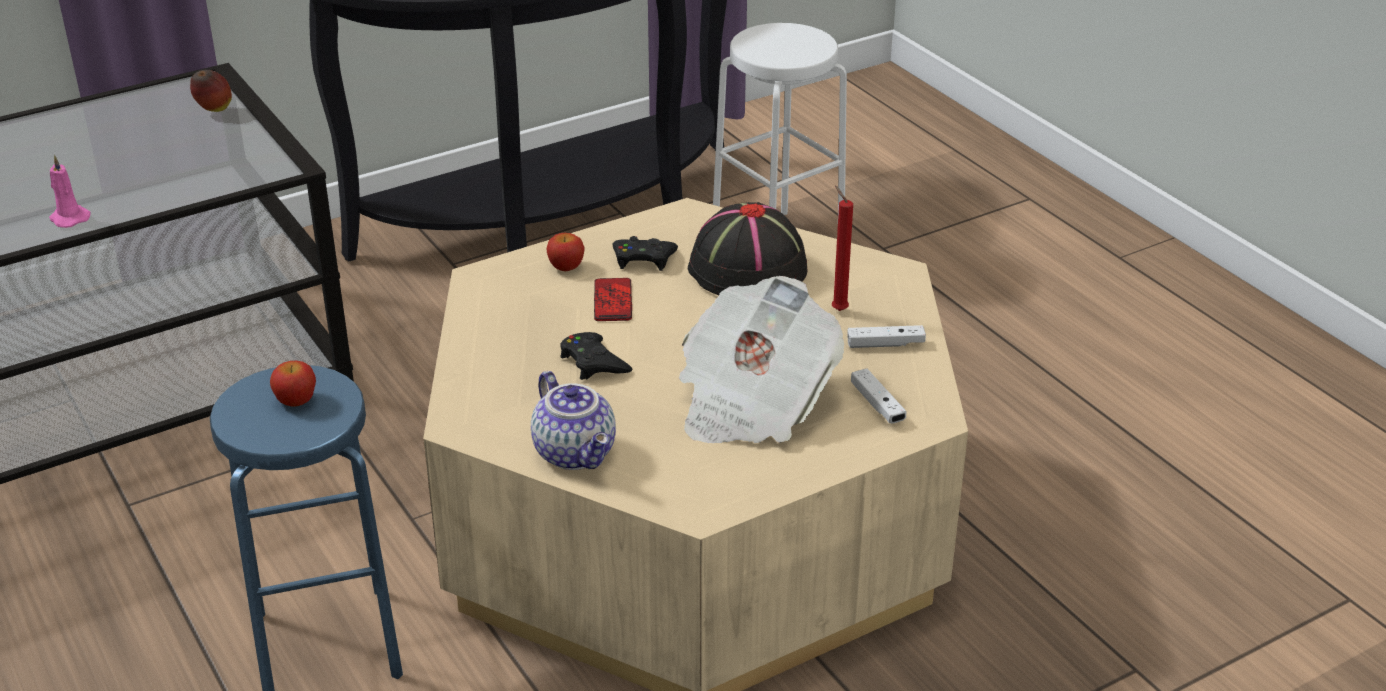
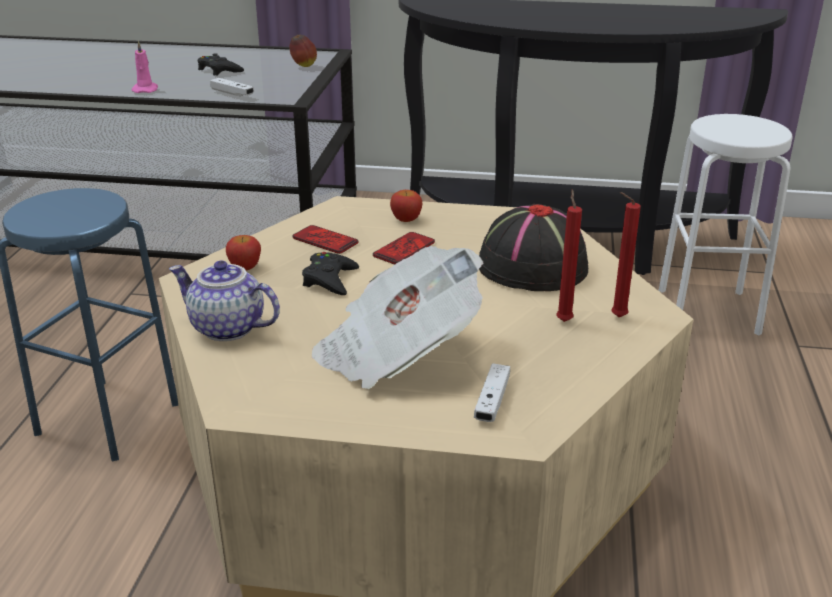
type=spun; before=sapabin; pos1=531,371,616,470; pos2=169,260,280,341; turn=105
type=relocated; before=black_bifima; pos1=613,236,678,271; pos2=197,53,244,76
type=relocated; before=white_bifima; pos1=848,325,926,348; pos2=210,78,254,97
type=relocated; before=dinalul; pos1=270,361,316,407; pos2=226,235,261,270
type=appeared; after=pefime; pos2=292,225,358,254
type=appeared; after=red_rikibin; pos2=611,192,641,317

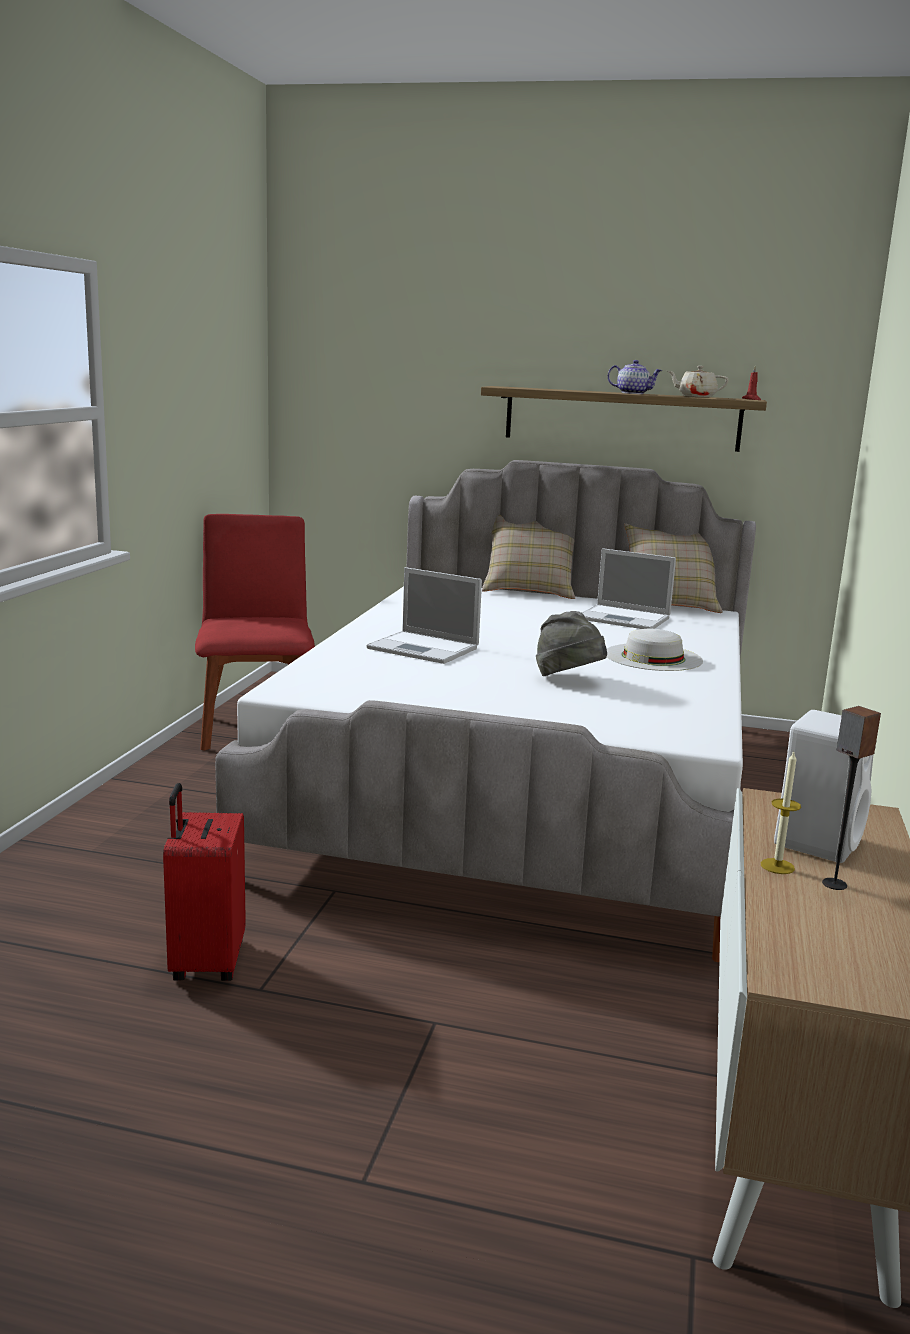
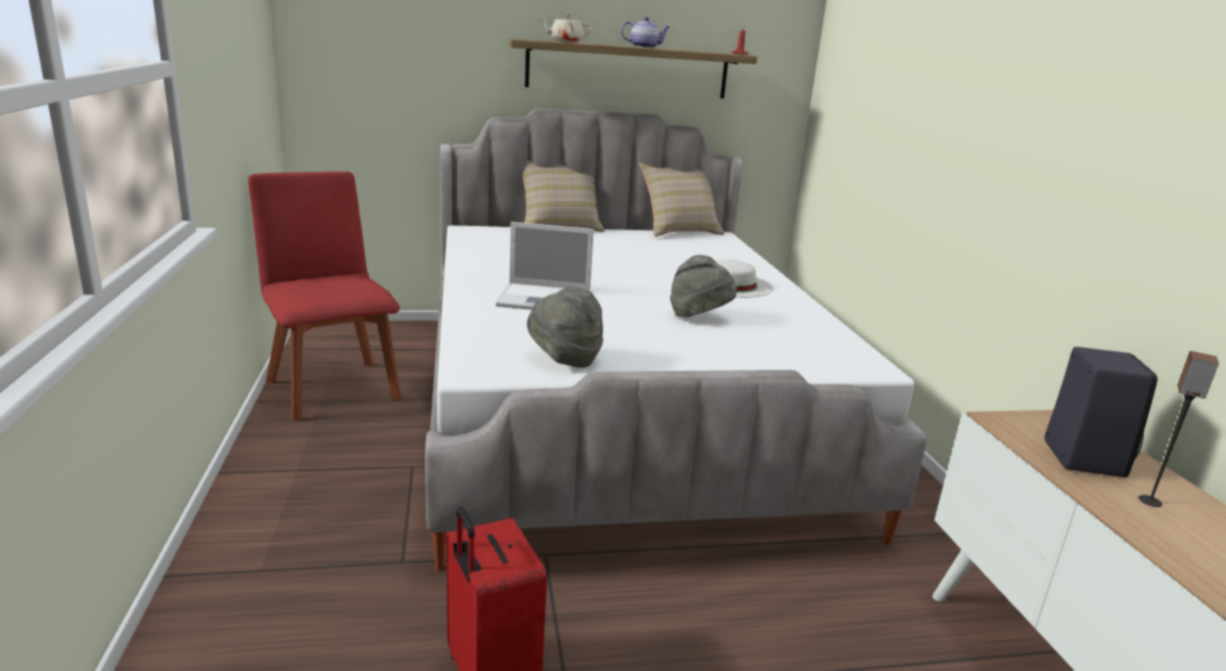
type=appeared; after=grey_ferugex; pos2=527,287,603,368
type=relocated; before=beige_sapabin; pos1=667,366,729,397; pos2=540,14,592,43
type=colour; before=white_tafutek; after=black_tafutek; pos1=774,710,873,863; pos2=1044,347,1158,477
type=missing; before=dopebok; pos1=582,548,676,629
type=missing; before=rikibin; pos1=761,752,801,874

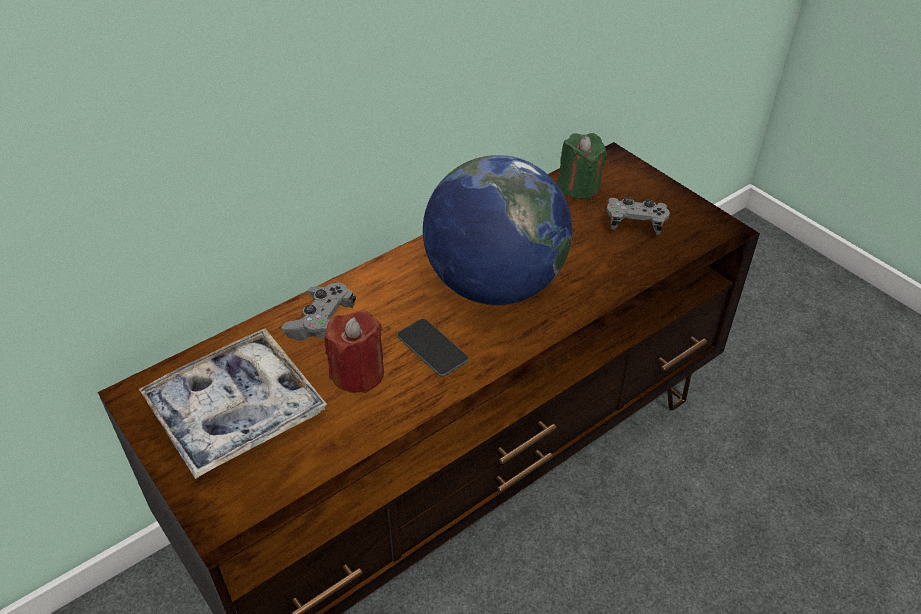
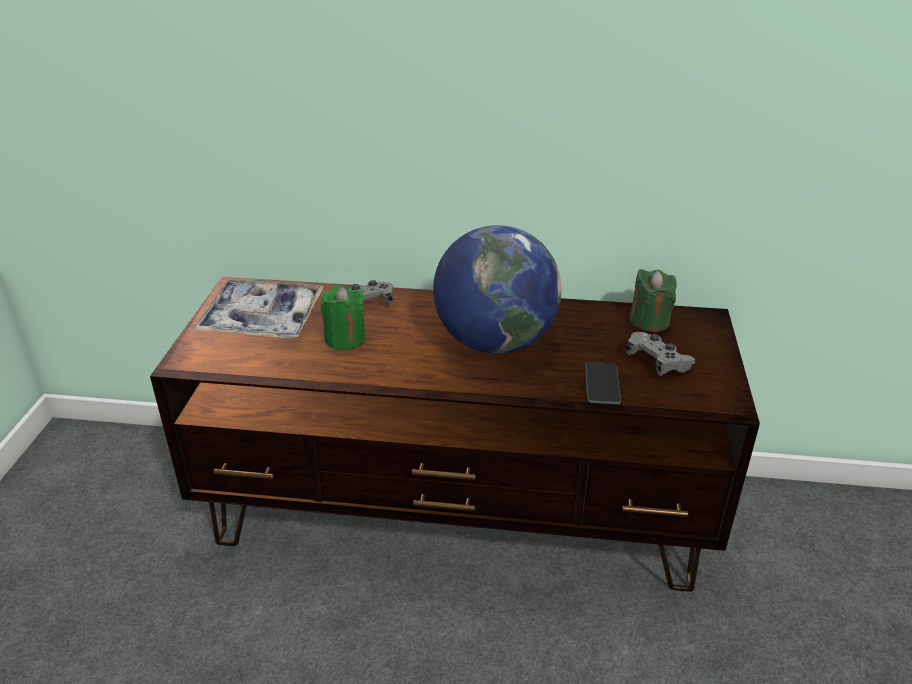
type=colour; before=red_rikibin; after=green_rikibin; pos1=324,310,384,393; pos2=321,285,365,350
type=relocated; before=pefime; pos1=397,319,469,377; pos2=585,362,621,405

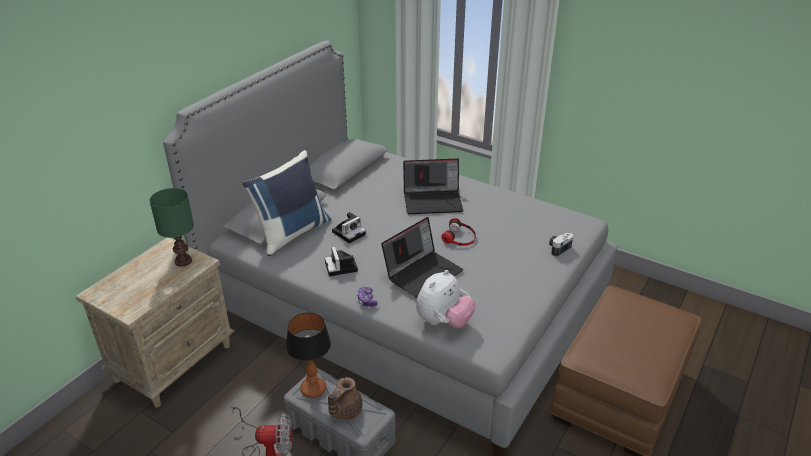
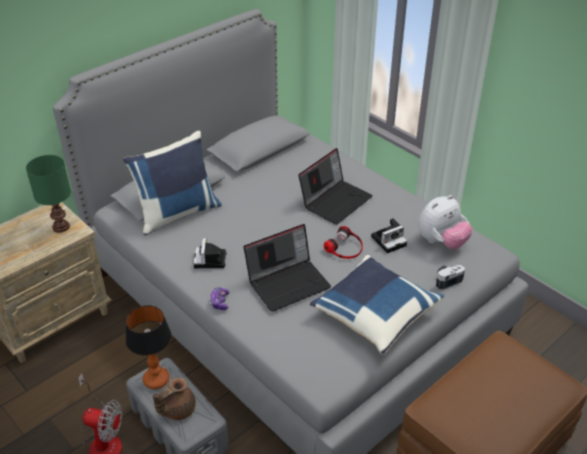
type=spun; before=dopebok; pos1=403,158,463,214; pos2=298,148,373,225; turn=-60
type=appeared; after=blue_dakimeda; pos2=310,255,444,355
type=relocated; before=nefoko; pos1=332,212,366,244; pos2=371,218,407,253
type=relocated; before=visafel; pos1=416,270,475,328; pos2=418,195,473,249

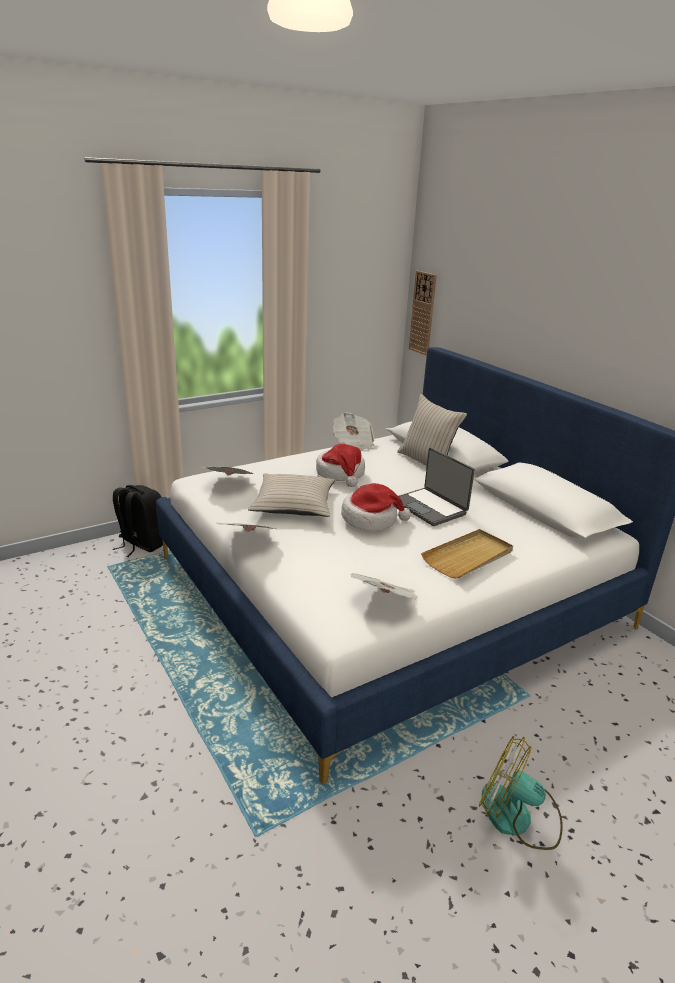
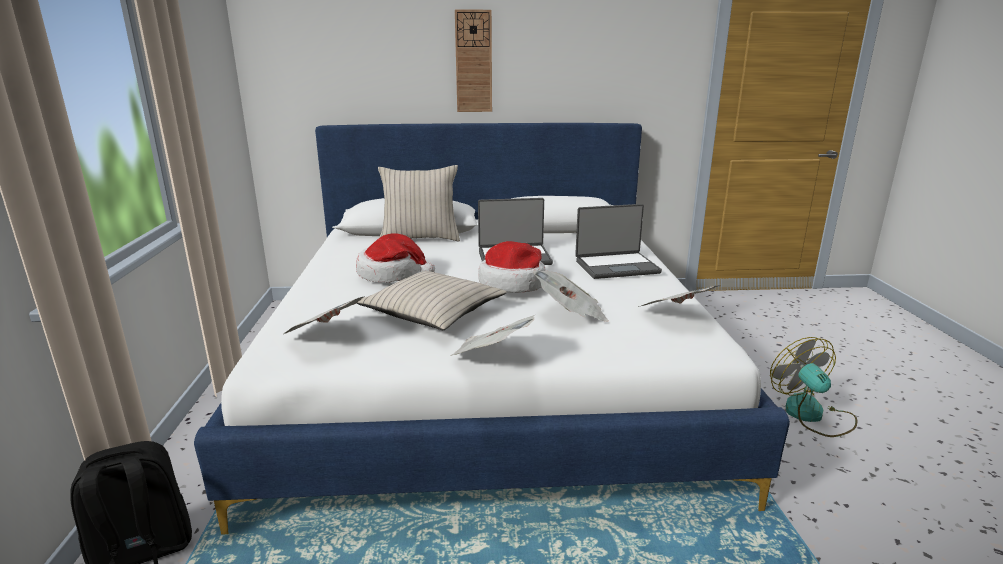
type=relocated; before=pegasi; pos1=409,271,437,356; pos2=455,10,492,112
type=relocated; before=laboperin; pos1=333,412,374,451; pos2=533,270,608,322
type=exchanged; before=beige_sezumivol; after=dopebok; pos1=421,529,513,578; pos2=575,204,662,279
type=spun; before=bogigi; pos1=479,736,563,850; pos2=770,337,857,437; turn=105

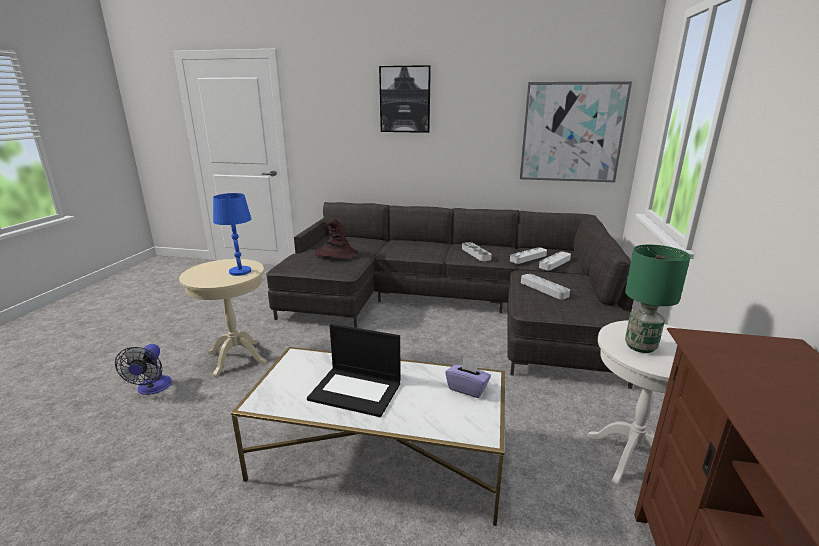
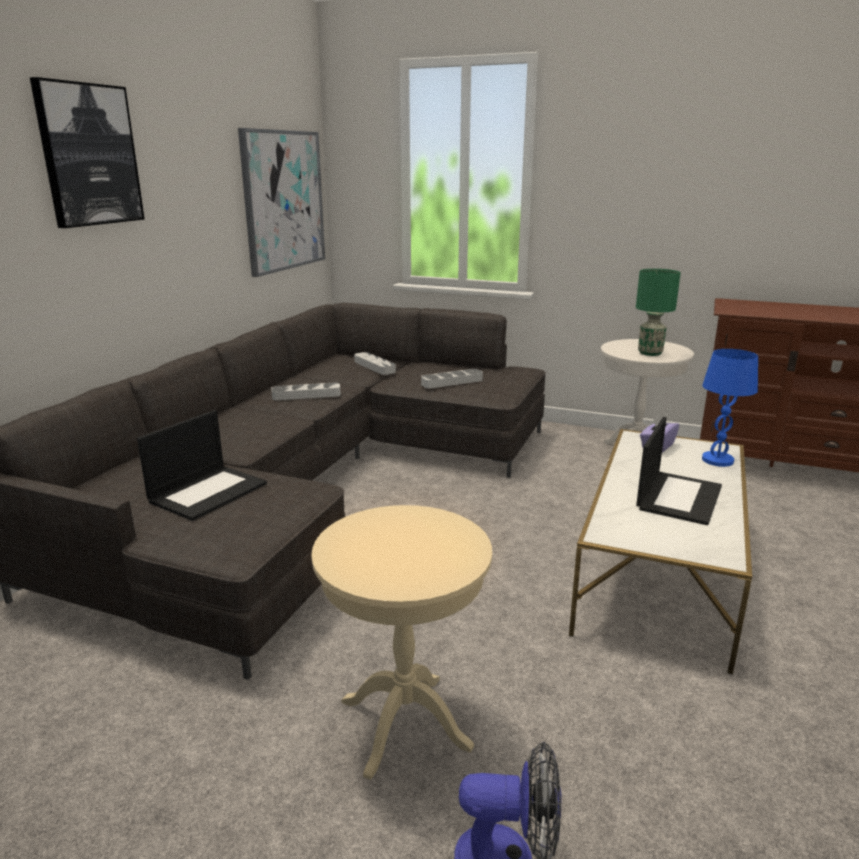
type=exchanged; before=brown_ferugex; after=dopebok; pos1=314,219,358,259; pos2=137,410,267,521
type=relocated; before=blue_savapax; pos1=213,193,251,276; pos2=702,349,758,467
type=missing; before=grey_sezumivol; pos1=510,247,547,264

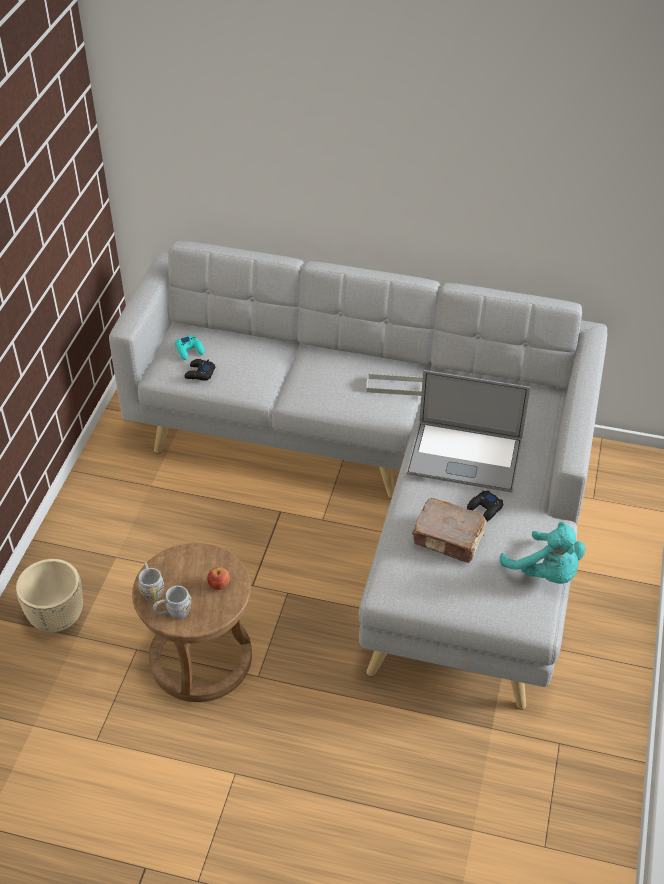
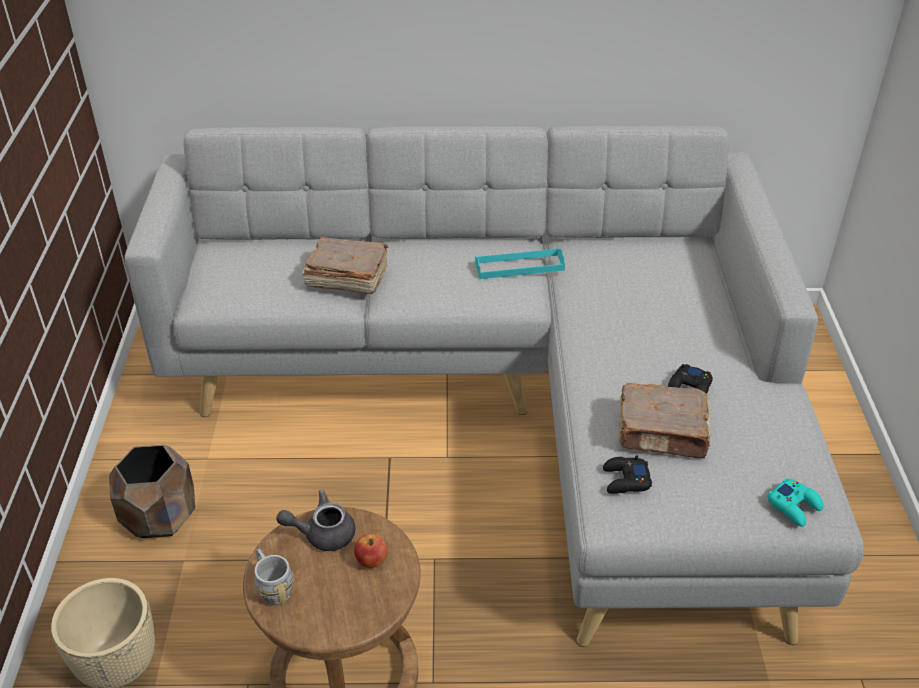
type=appeared; after=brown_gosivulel; pos2=109,445,195,538
type=appeared; after=grey_sapabin; pos2=276,490,356,551
type=appeared; after=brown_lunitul; pos2=302,237,388,294
type=colour; before=grey_sezumivol; after=turquoise_sezumivol; pos1=366,373,423,396; pos2=475,248,565,279
type=relocated; before=black_bifima; pos1=184,359,216,381; pos2=603,455,652,494
type=relocated; before=turquoise_bifima; pos1=175,335,204,360; pos2=767,478,824,527
type=missing; before=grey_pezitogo; pos1=153,586,191,619
type=missing; before=dopebok; pos1=407,370,530,493
type=missing; before=turquoise_visafel; pos1=500,522,585,584

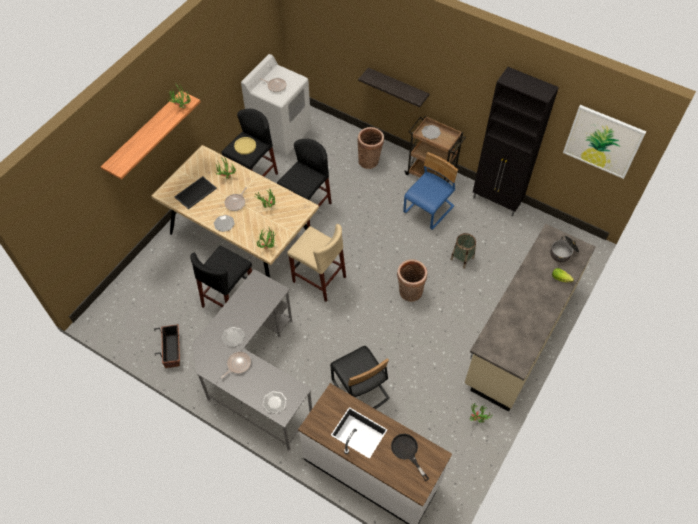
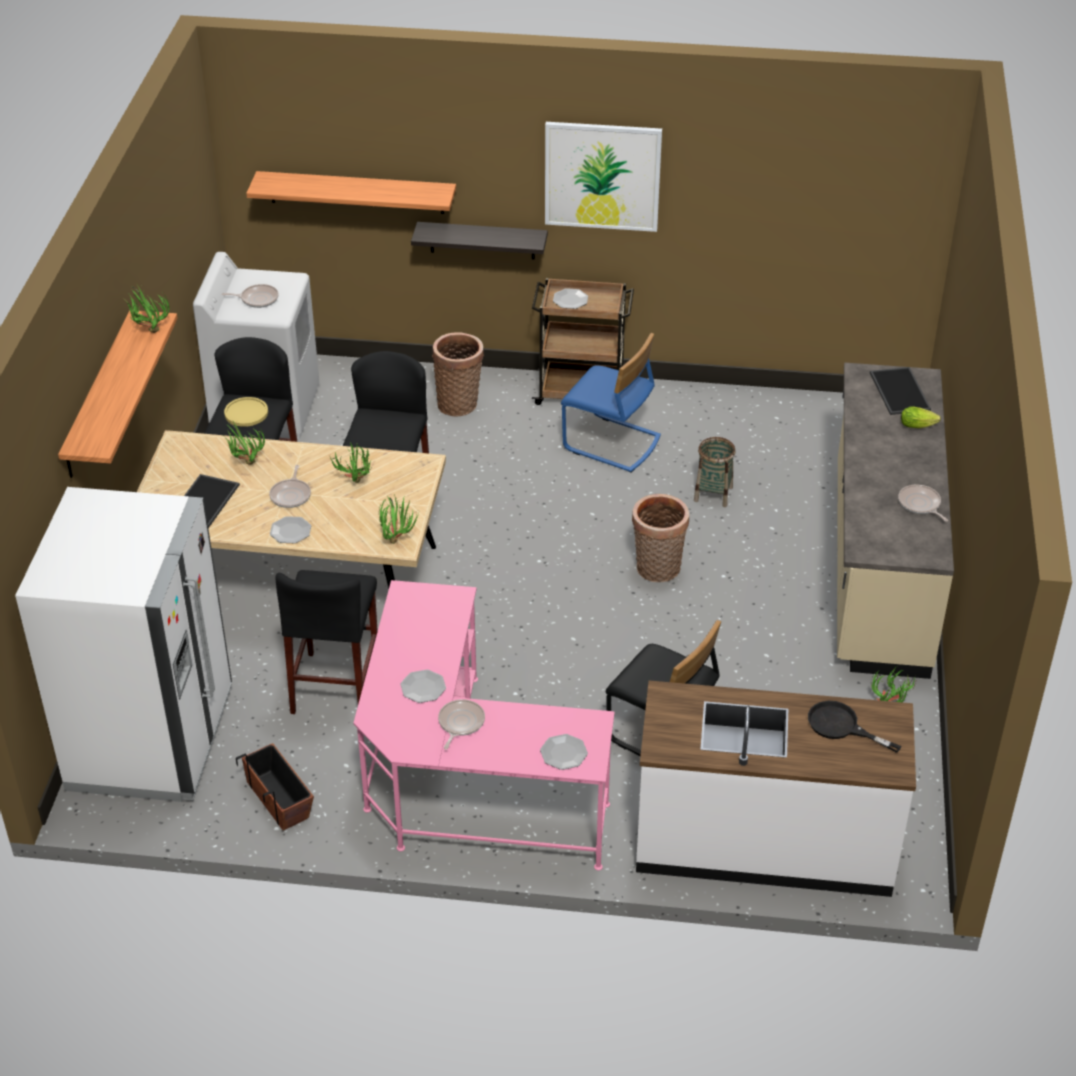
type=appeared; after=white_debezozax; pos2=15,487,232,802
type=appeared; after=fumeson; pos2=246,171,456,214
type=colour; before=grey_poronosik; after=pink_poronosik; pos1=192,269,312,451; pos2=353,580,615,870
type=relocated; before=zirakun; pos1=563,105,646,179; pos2=545,122,662,232
type=spun; before=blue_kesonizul; pos1=403,152,458,230; pos2=561,333,661,473; turn=105
type=exchanged; before=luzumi; after=sezumivol; pos1=550,236,579,262; pos2=870,367,931,415
type=appeared; after=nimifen; pos2=898,485,948,522
type=missing; before=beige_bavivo; pos1=287,224,346,302
type=missing; before=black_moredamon; pos1=473,67,559,217

